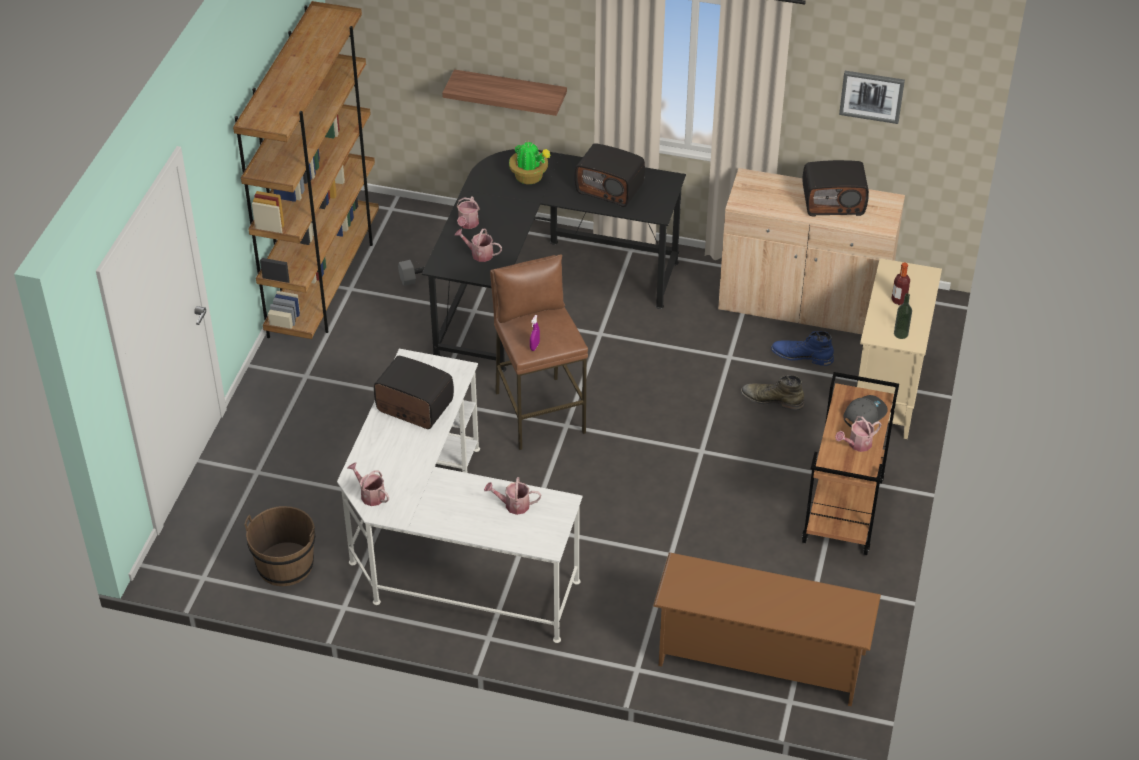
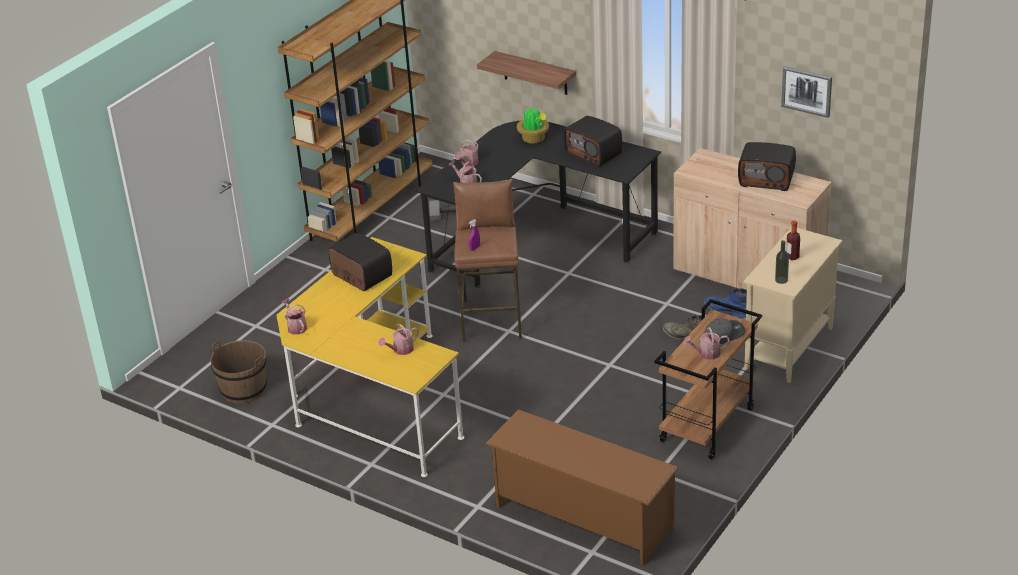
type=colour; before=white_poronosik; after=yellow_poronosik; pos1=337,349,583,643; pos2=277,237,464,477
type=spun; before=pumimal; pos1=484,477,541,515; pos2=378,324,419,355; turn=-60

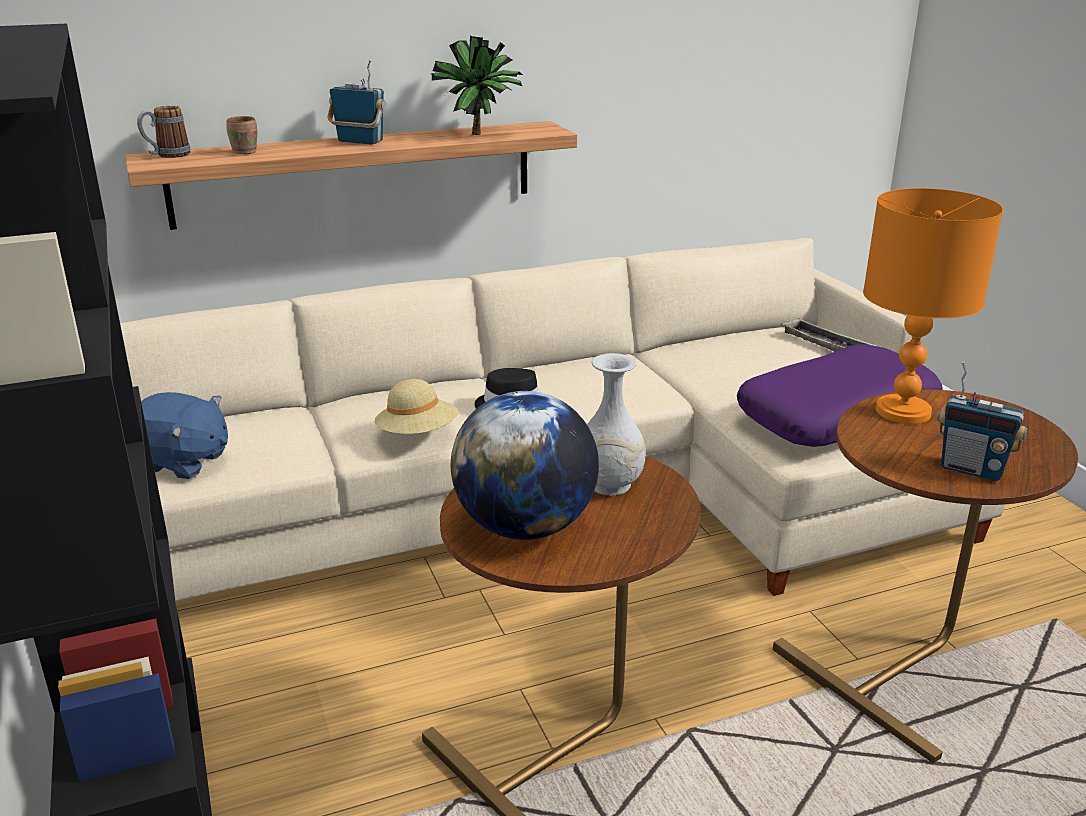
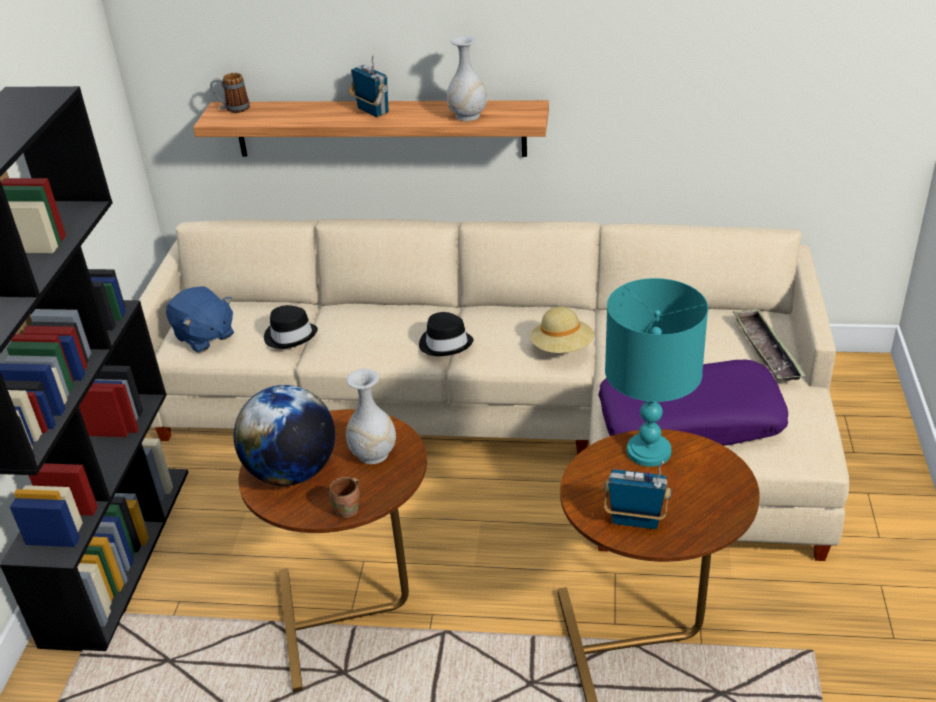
type=appeared; after=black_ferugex; pos2=264,305,318,349
type=relocated; before=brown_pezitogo; pos1=226,116,257,154; pos2=329,477,360,518
type=exchanged; before=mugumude; after=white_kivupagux; pos1=430,36,523,135; pos2=447,35,487,121
type=relocated; before=beige_ferugex; pos1=374,379,458,434; pos2=530,307,594,353
type=spun; before=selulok; pos1=937,362,1027,481; pos2=604,461,671,529; turn=135
type=colour; before=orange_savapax; after=turquoise_savapax; pos1=863,188,1003,424; pos2=605,278,708,467

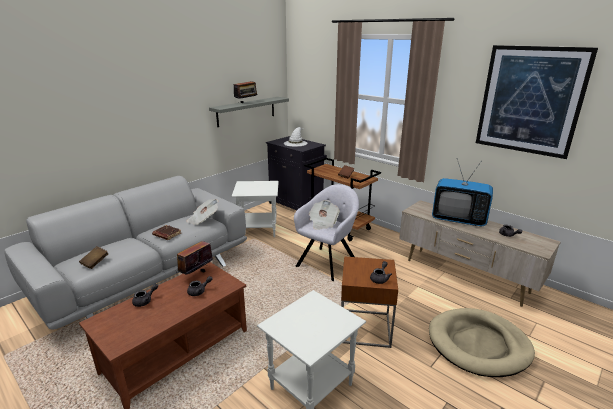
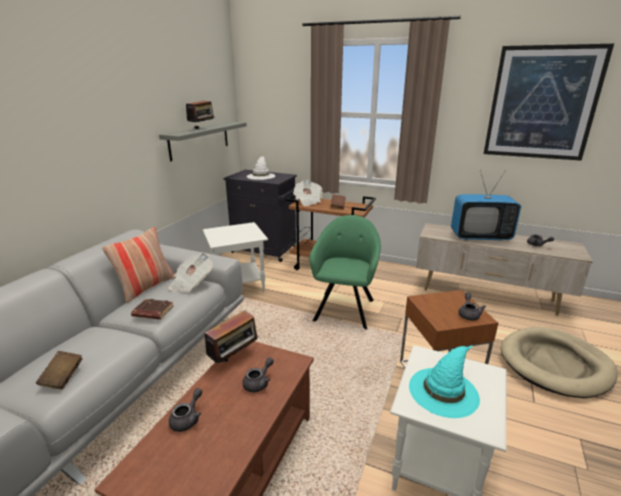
type=appeared; after=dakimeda; pos2=102,227,175,303
type=spun; before=selulok; pos1=177,236,213,275; pos2=199,311,260,368; turn=-150
type=relocated; before=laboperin; pos1=309,200,340,230; pos2=293,180,322,206
type=colour; before=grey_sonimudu; after=green_sonimudu; pos1=294,184,359,281; pos2=310,215,381,329
type=appeared; after=turquoise_ferugex; pos2=409,344,480,418

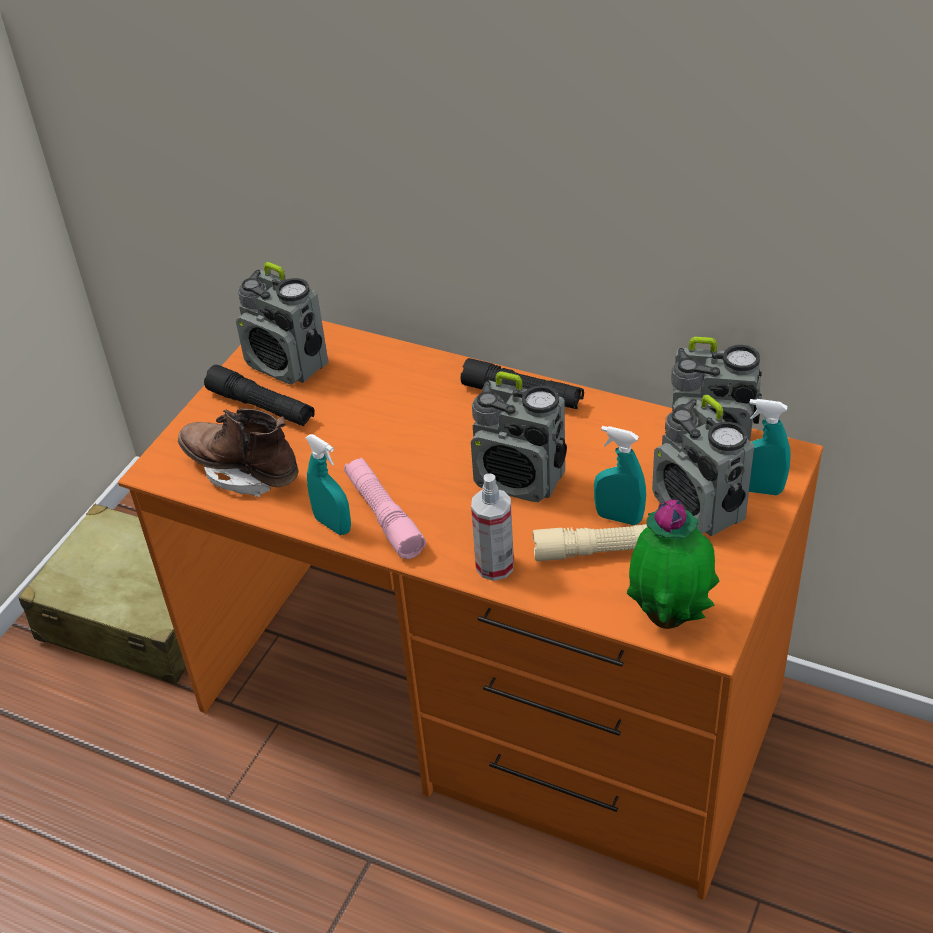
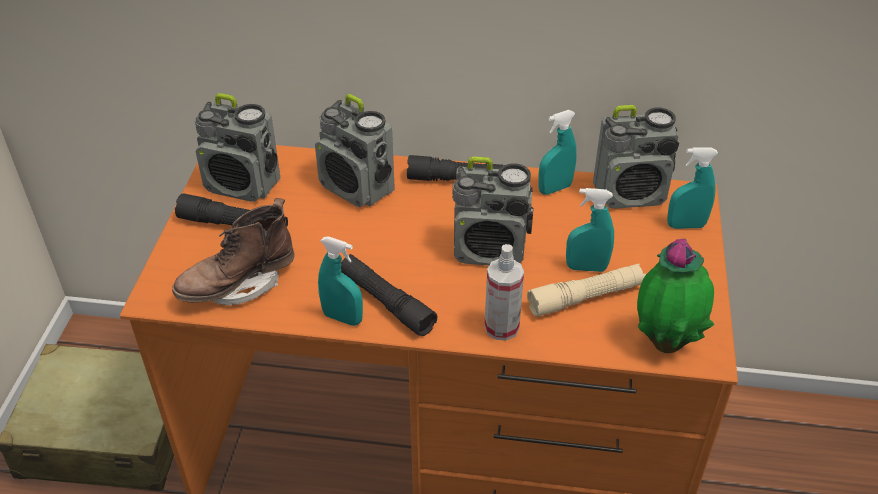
type=spun; before=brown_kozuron; pos1=178,409,299,497; pos2=172,198,295,306; turn=-45
type=relocated; before=selulok; pos1=652,395,754,536; pos2=315,94,395,207
type=colour; before=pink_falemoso; after=black_falemoso; pos1=344,457,426,559; pos2=341,254,437,336
type=appeared; after=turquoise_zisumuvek; pos2=538,110,577,195

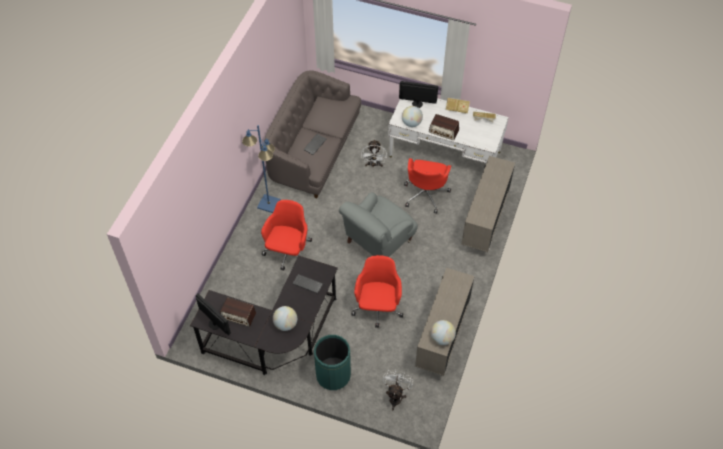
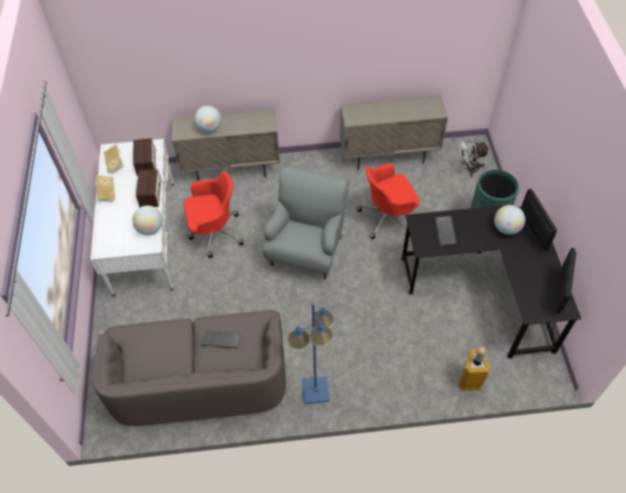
type=relocated; before=selulok; pos1=220,298,256,327; pos2=133,138,156,176
type=relocated; before=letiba; pos1=431,320,456,345; pos2=195,106,222,133
type=spun; before=grey_sonimudu; pos1=339,192,418,257; pos2=263,166,349,279; turn=-90
type=appeared; after=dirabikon; pos2=458,346,491,391
type=relocated; before=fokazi; pos1=399,81,438,108; pos2=521,189,557,251
type=missing; before=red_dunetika; pos1=261,200,312,270
type=missing; before=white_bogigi; pos1=361,139,387,167

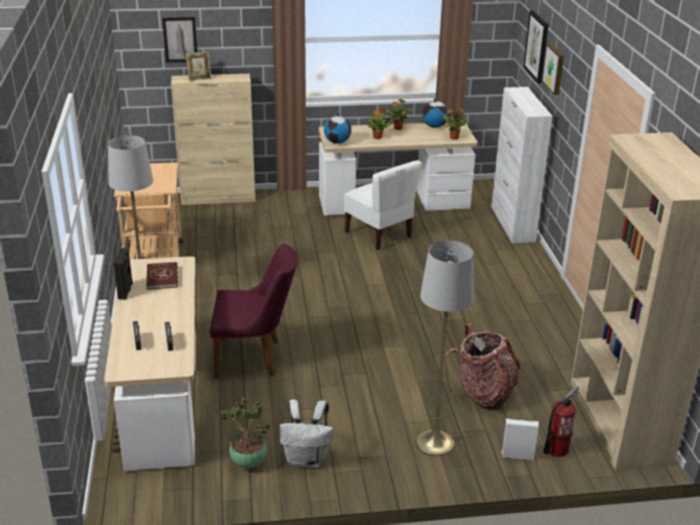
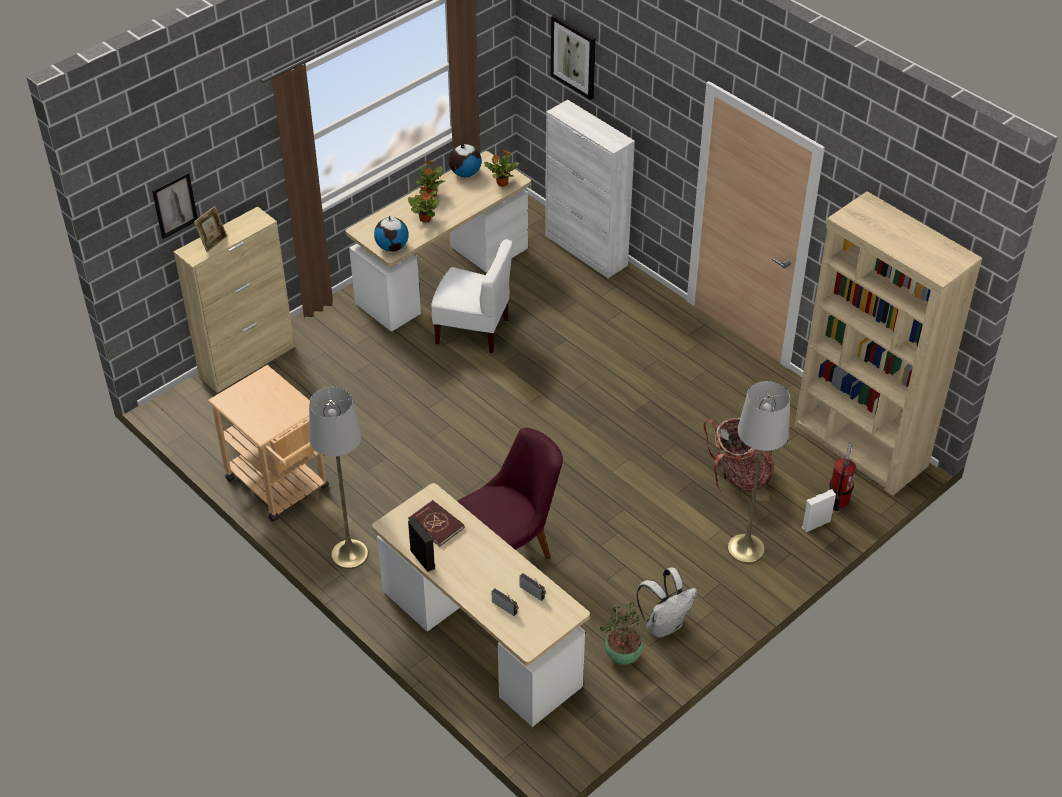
type=missing; before=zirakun; pos1=542,44,564,95

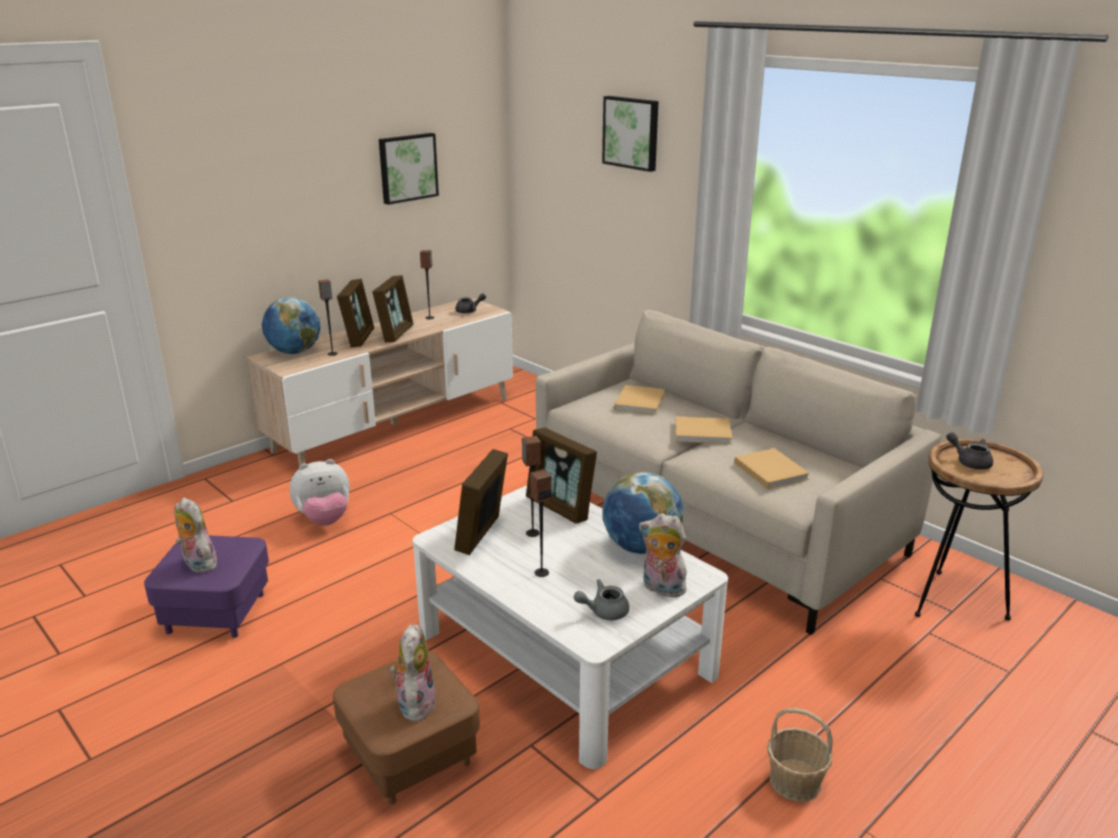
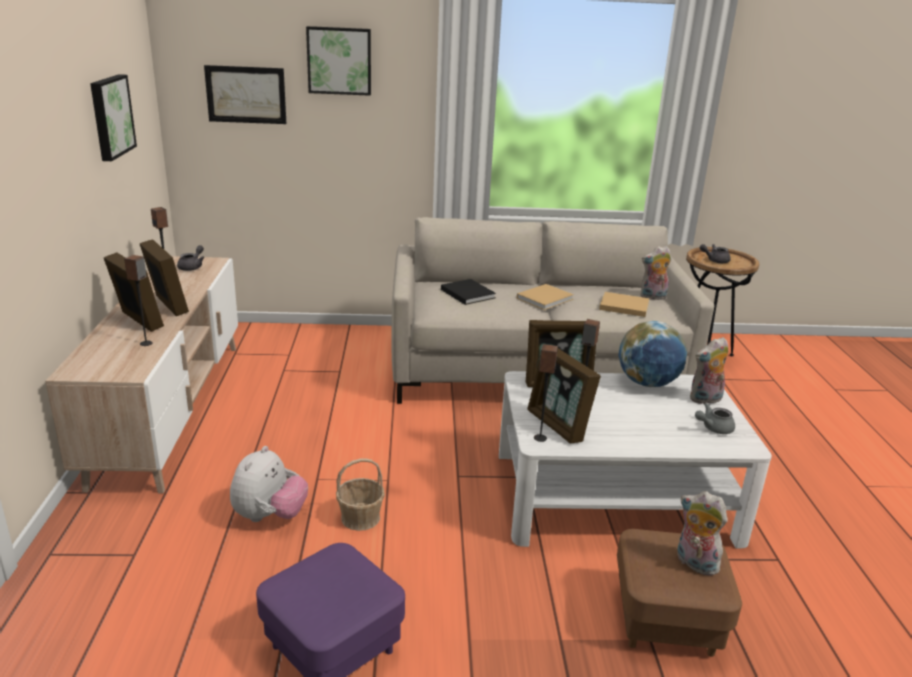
type=appeared; after=zirakun; pos2=204,65,286,124
type=relocated; before=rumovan; pos1=767,708,833,802; pos2=336,458,385,531
type=colour; before=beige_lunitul; after=black_lunitul; pos1=615,385,665,415; pos2=441,279,496,305
type=relocated; before=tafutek; pos1=530,469,552,577; pos2=534,344,558,442
type=relocated; before=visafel; pos1=175,498,217,573; pos2=640,246,671,300
type=spun; before=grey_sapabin; pos1=574,579,629,620; pos2=695,403,735,434; turn=45
type=missing; before=letiba; pos1=262,297,320,354

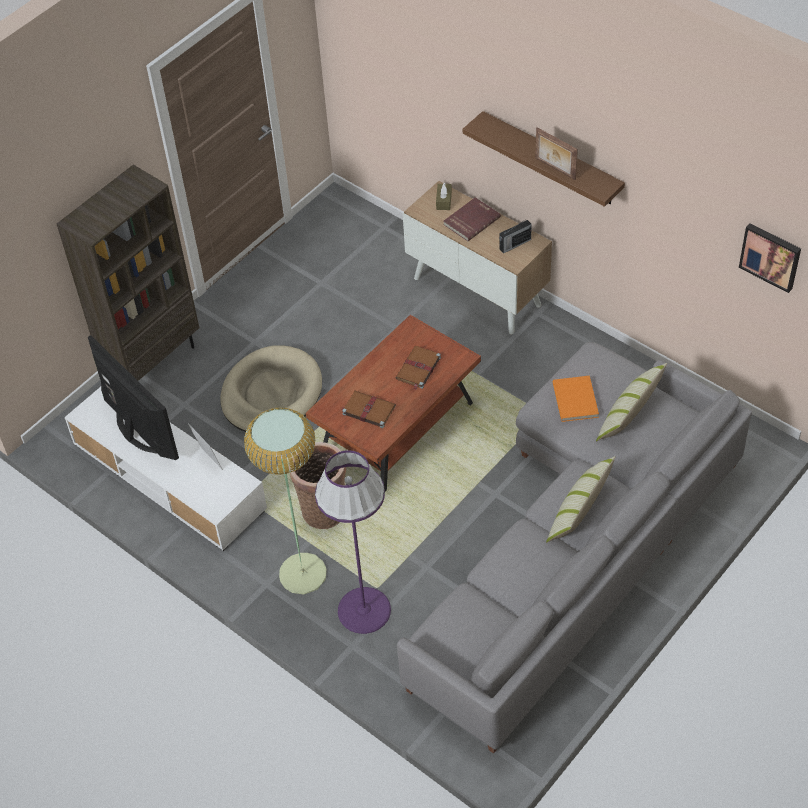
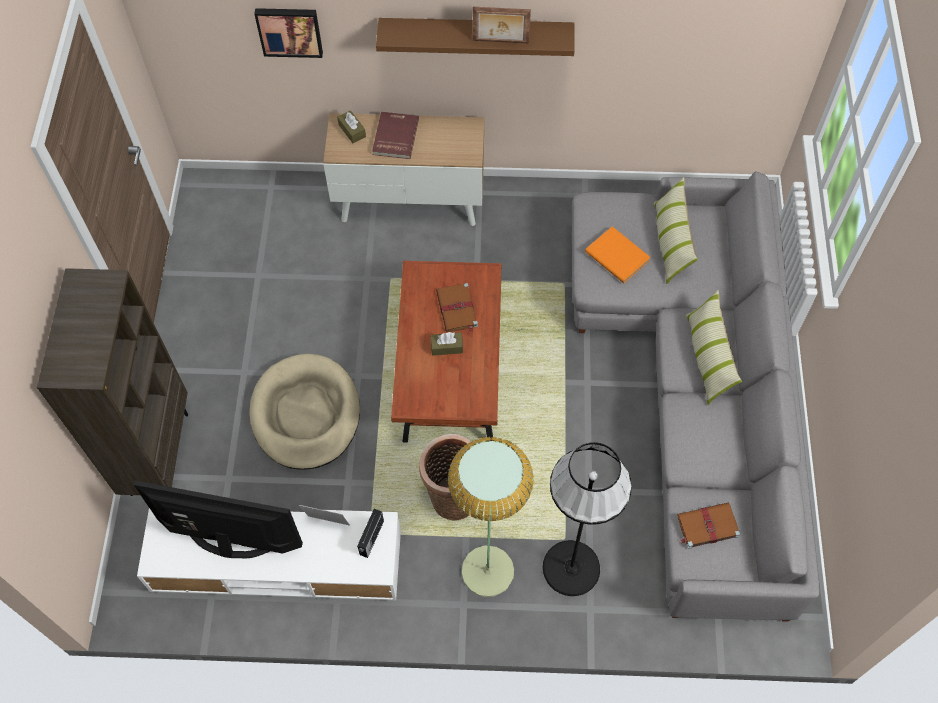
type=relocated; before=zirakun; pos1=739,223,801,293; pos2=254,8,323,58
type=relocated; before=selulok; pos1=499,219,532,253; pos2=357,509,384,558
type=appeared; after=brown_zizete; pos2=430,332,463,356
type=colour; before=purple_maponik; after=black_maponik; pos1=315,450,391,634; pos2=543,442,632,596
type=relocated; before=brown_lunitul; pos1=341,391,396,428; pos2=677,503,740,549

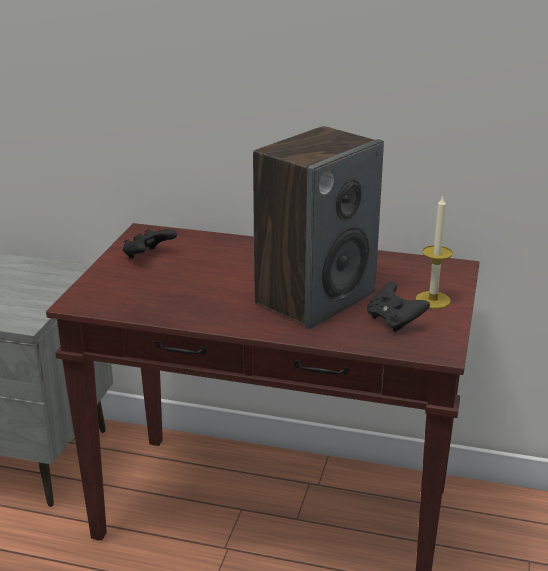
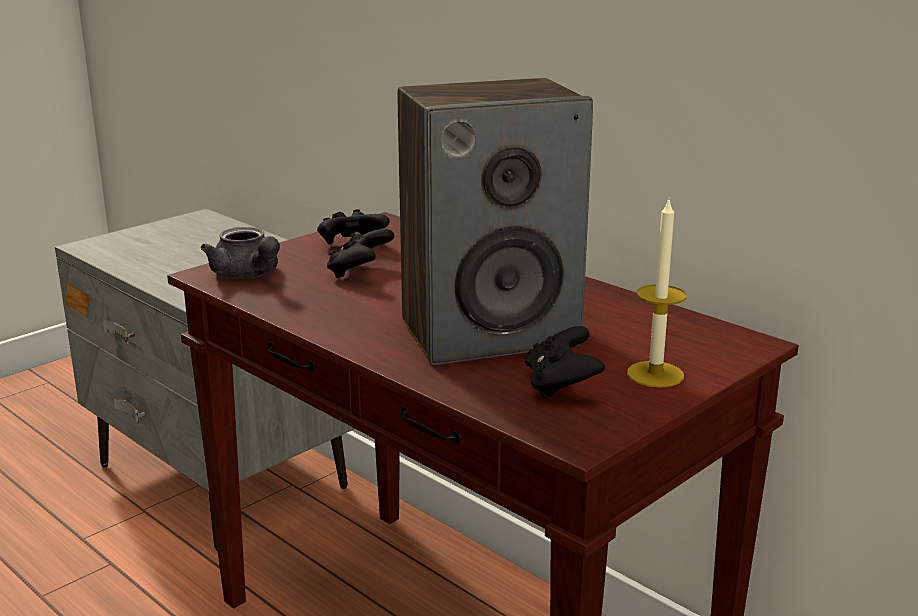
type=appeared; after=grey_sapabin; pos2=201,227,280,279
type=appeared; after=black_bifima; pos2=327,229,394,278

